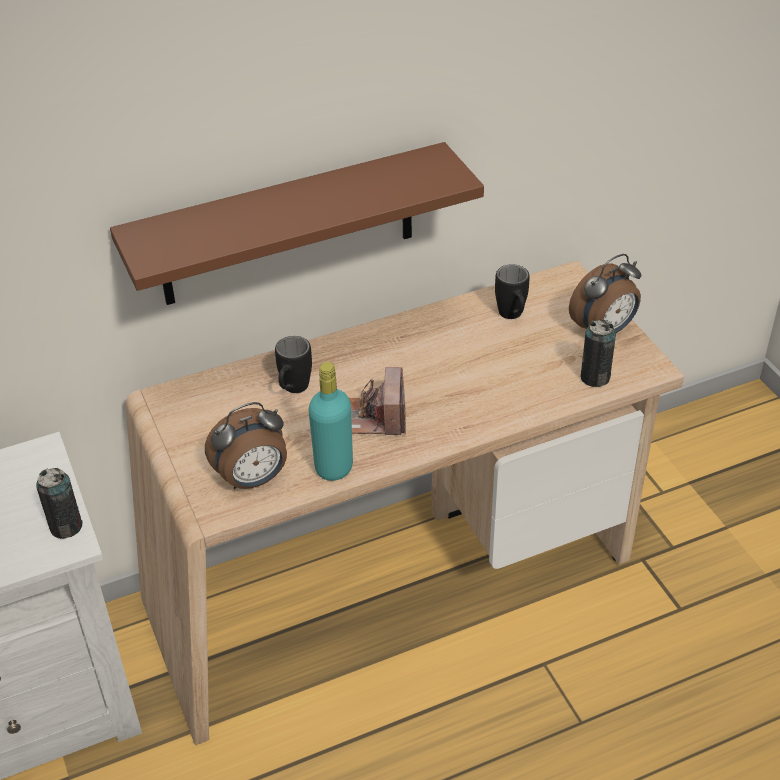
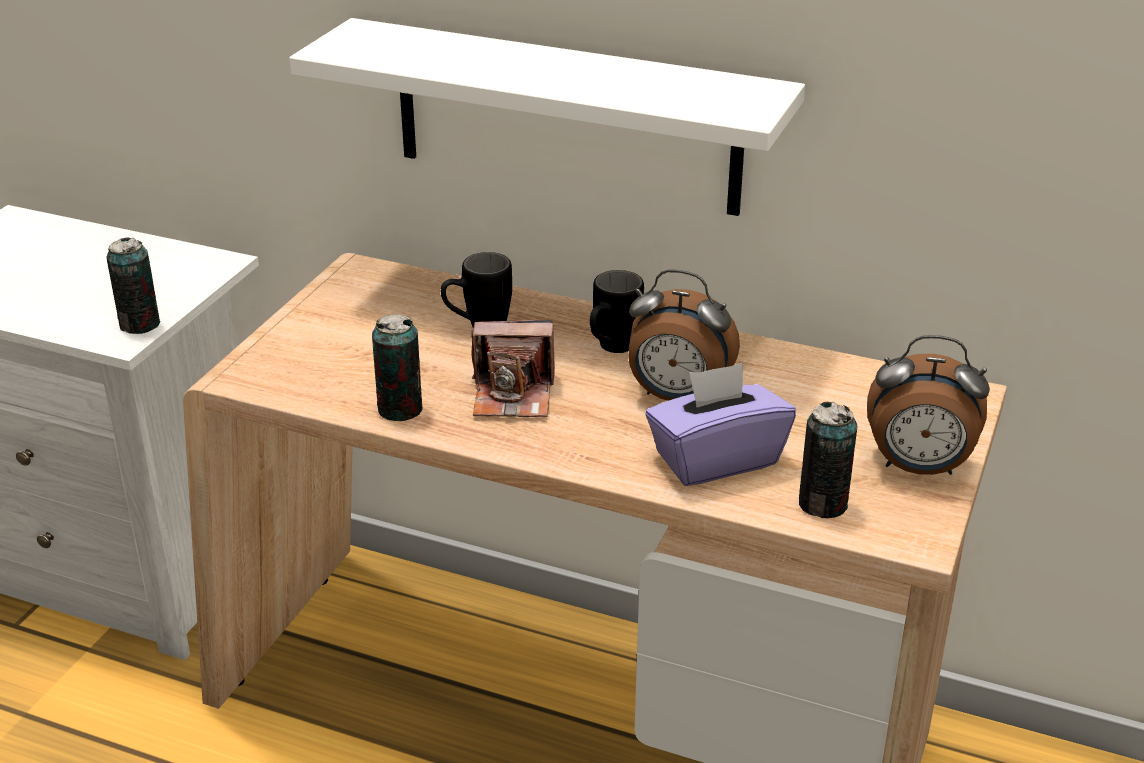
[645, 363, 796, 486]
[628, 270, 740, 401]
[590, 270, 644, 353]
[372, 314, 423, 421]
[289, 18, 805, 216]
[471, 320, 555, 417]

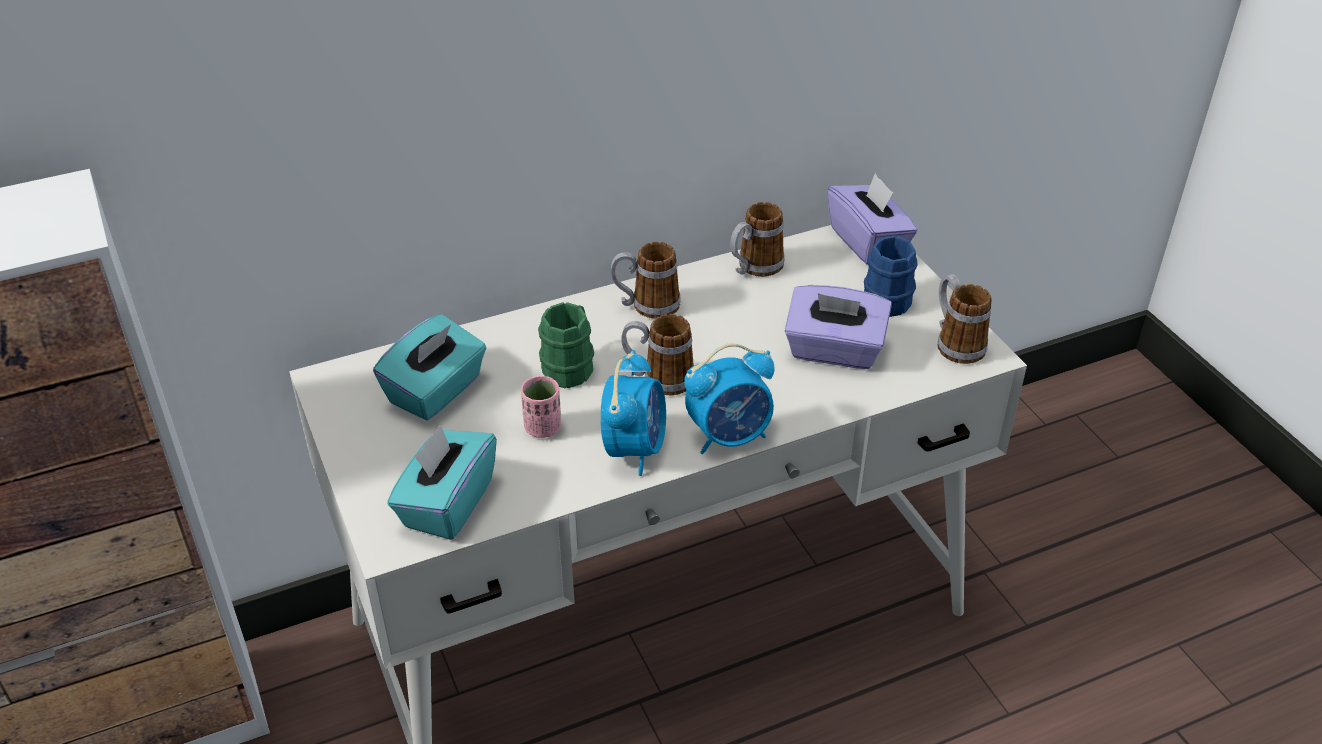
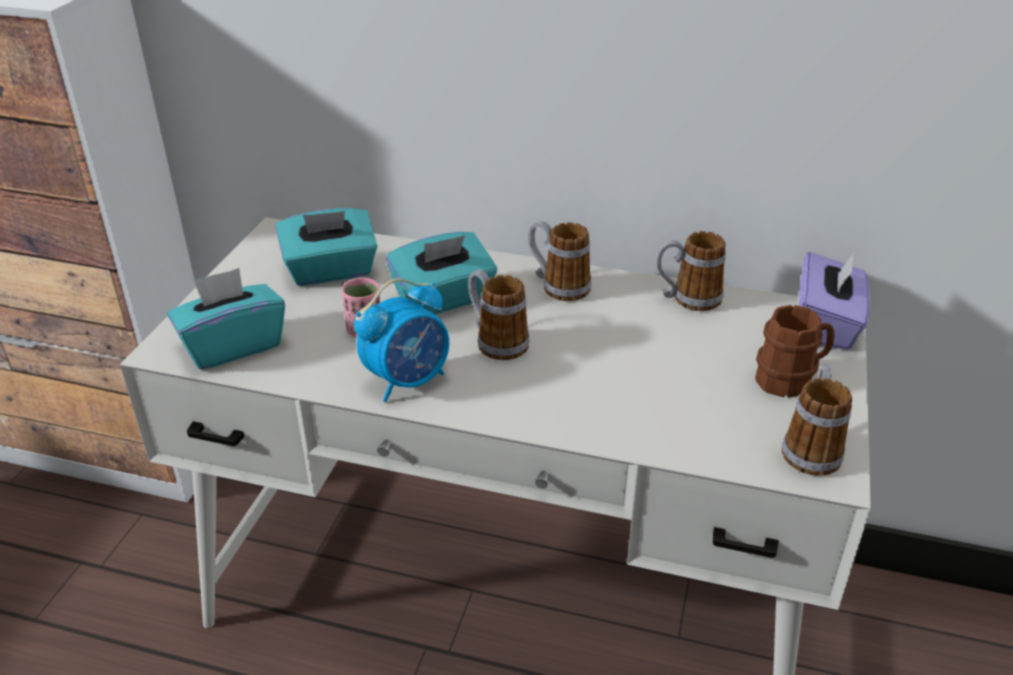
[684, 343, 775, 454] (first image)
[785, 285, 892, 369] (first image)
[386, 232, 497, 315]
[755, 305, 834, 398]

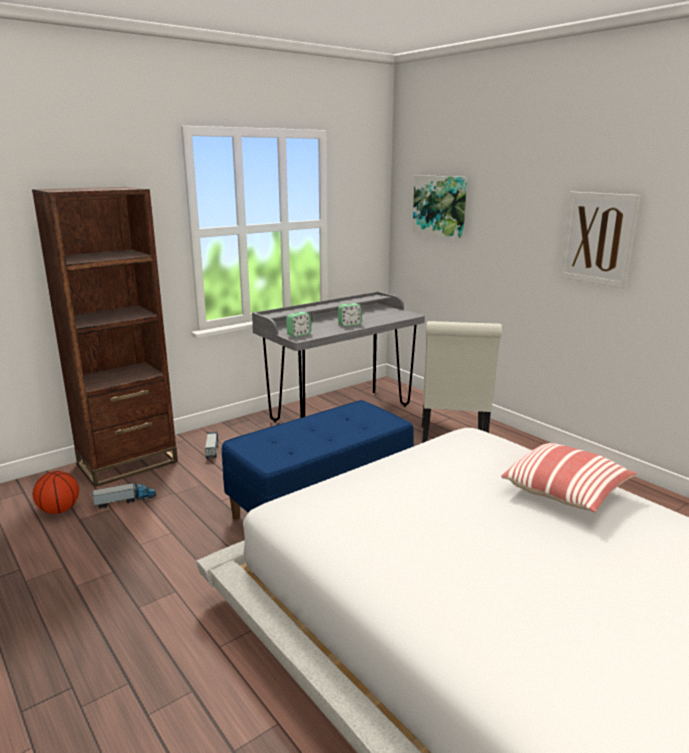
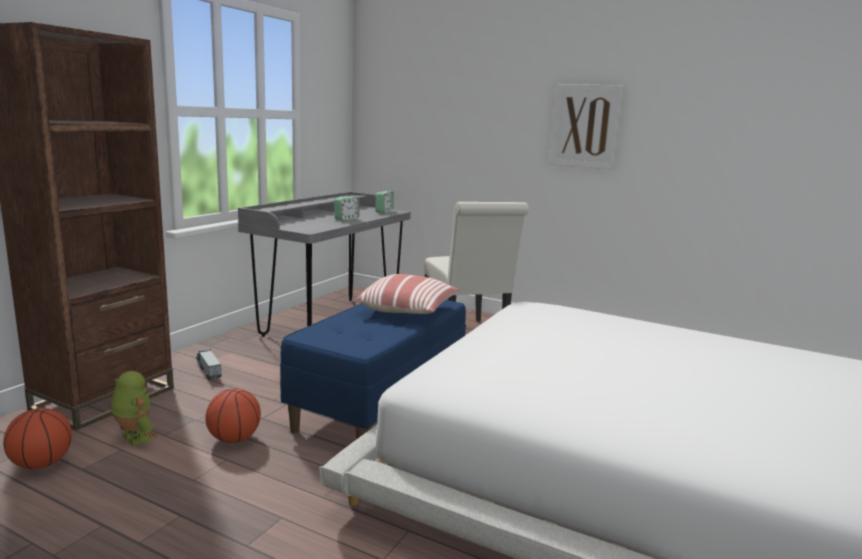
[412, 175, 467, 238] (first image)
[205, 388, 261, 443]
[375, 191, 394, 213]
[355, 274, 461, 314]
[111, 371, 158, 446]

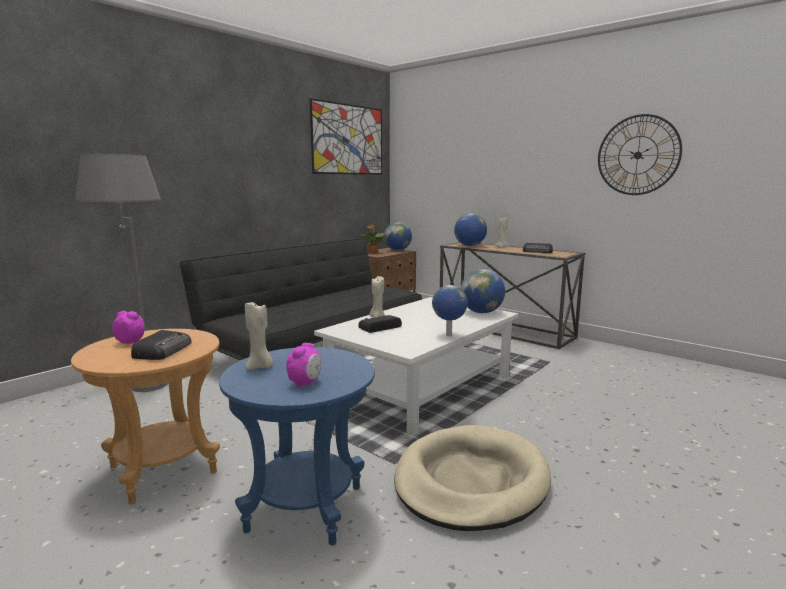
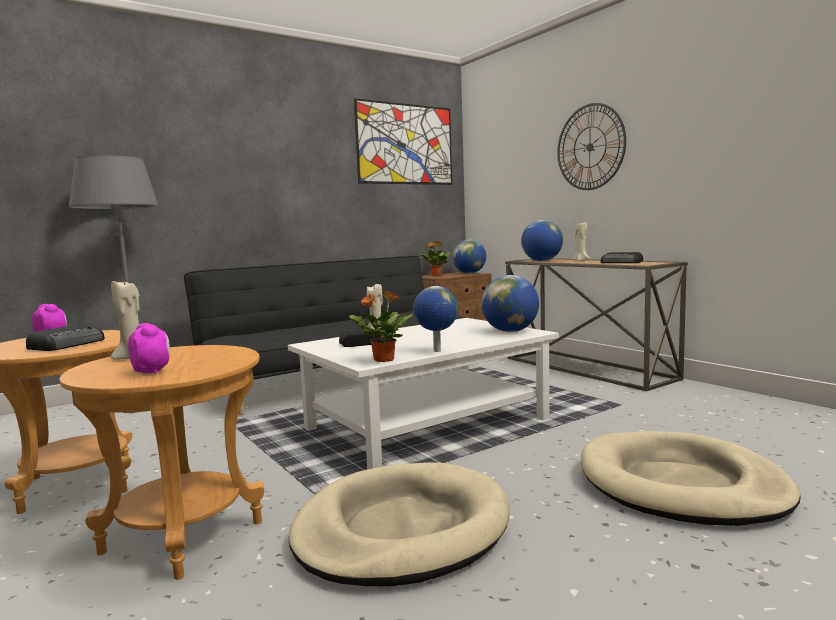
[349, 291, 414, 362]
[581, 431, 801, 526]
[557, 103, 626, 190]
[59, 345, 264, 580]
[128, 323, 170, 374]

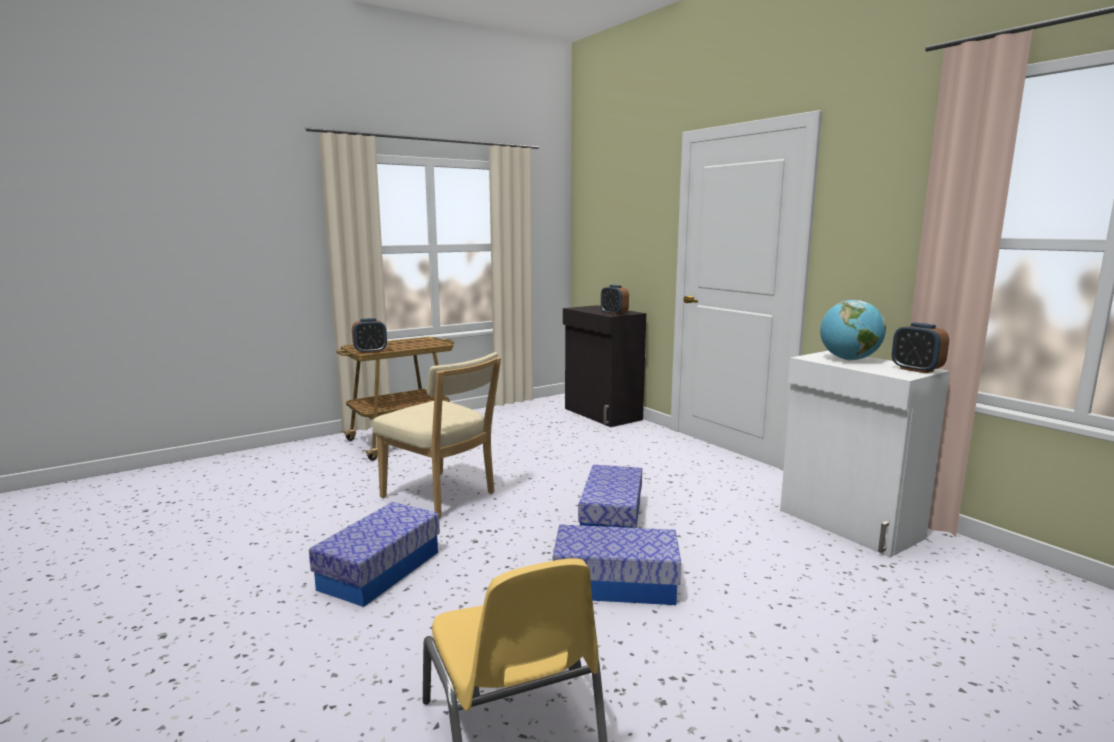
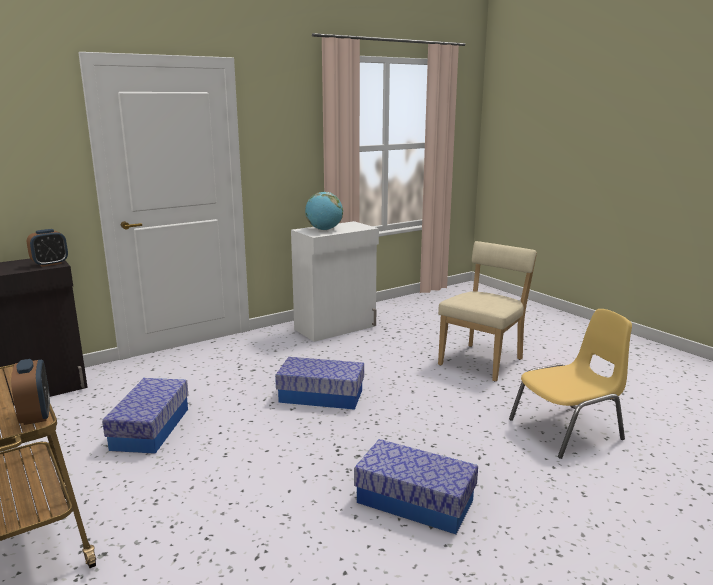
[892, 323, 949, 373] (first image)
[438, 241, 537, 382]
[102, 378, 188, 454]

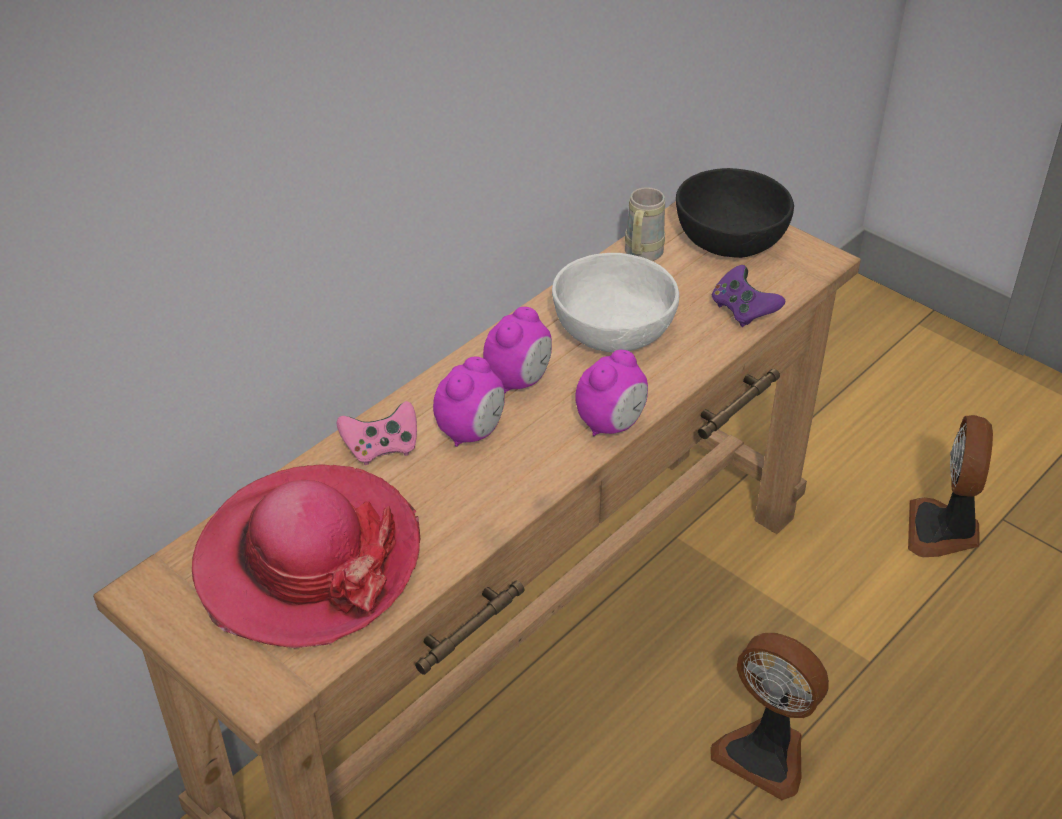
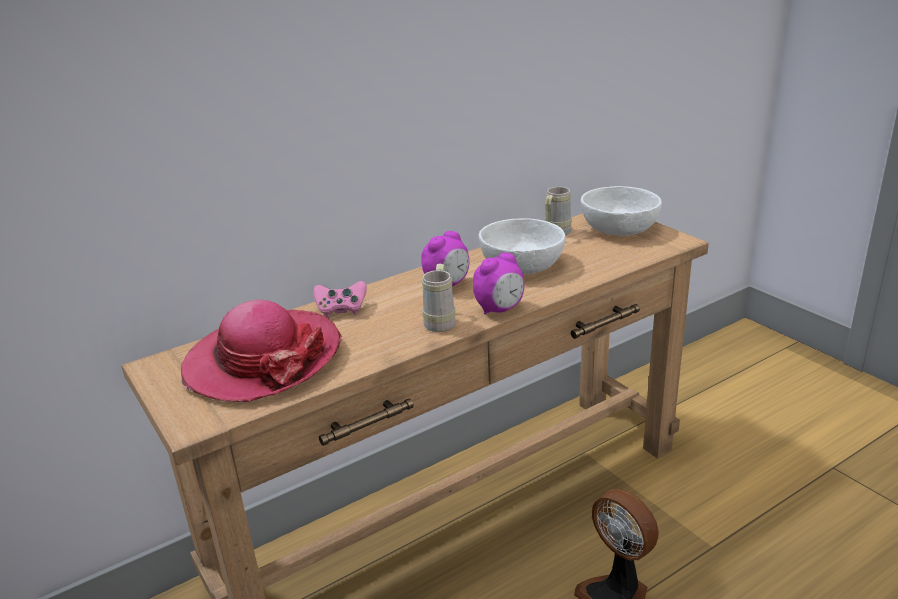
[433, 357, 505, 447] (first image)
[712, 265, 785, 327] (first image)
[908, 415, 993, 557] (first image)
[422, 263, 456, 332]
[581, 186, 662, 236]

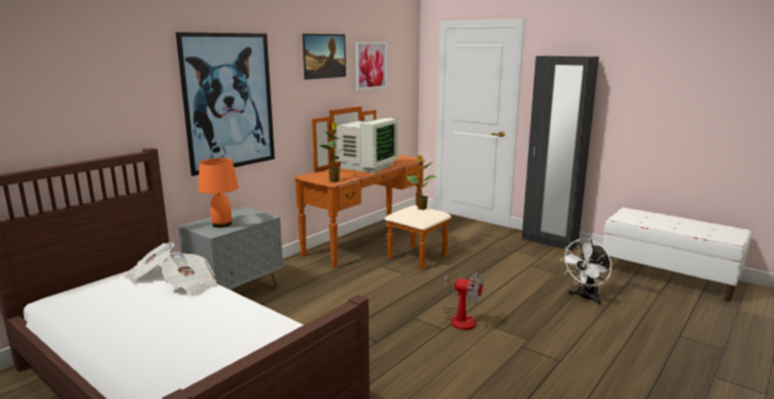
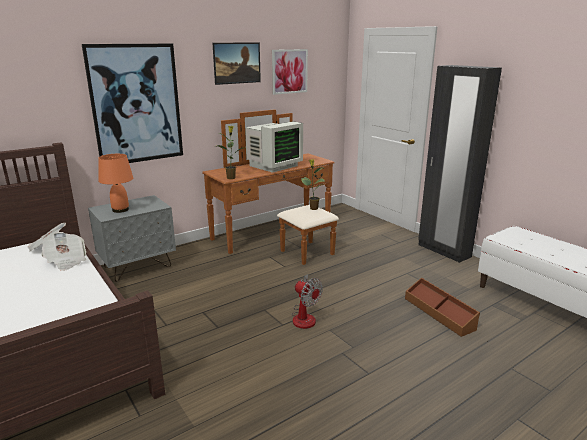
[405, 278, 480, 337]

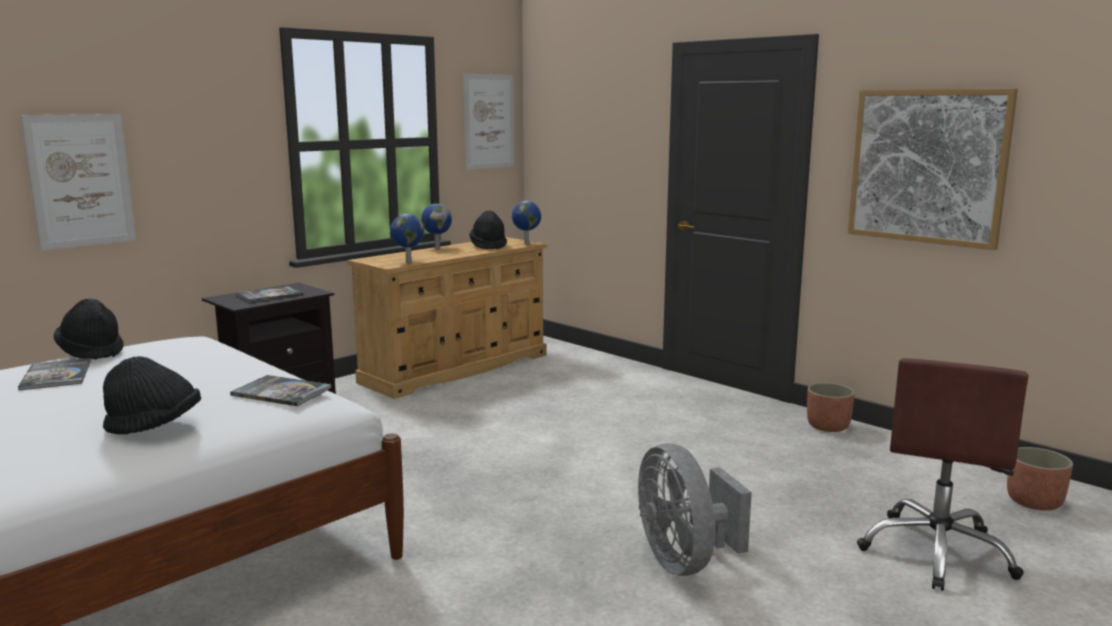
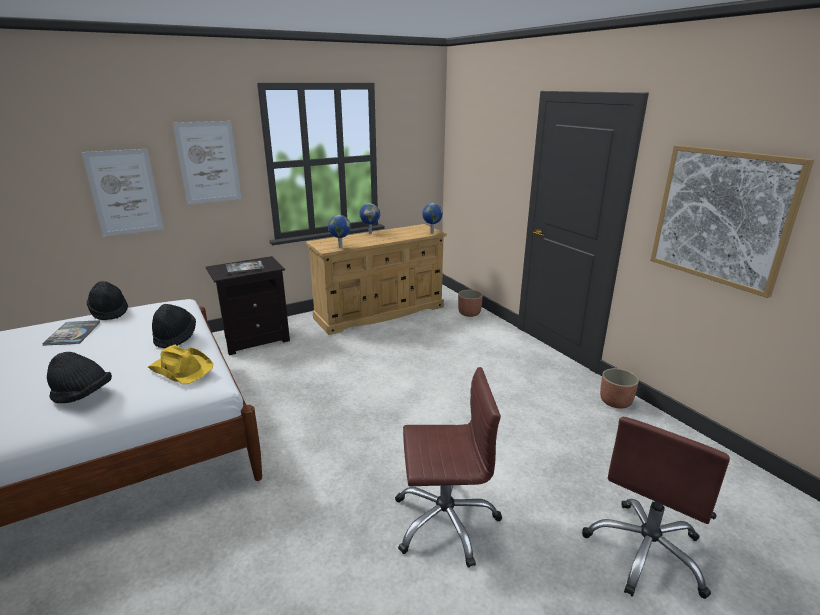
[173, 121, 242, 204]
[152, 304, 196, 348]
[458, 290, 483, 317]
[148, 345, 213, 384]
[395, 367, 502, 568]

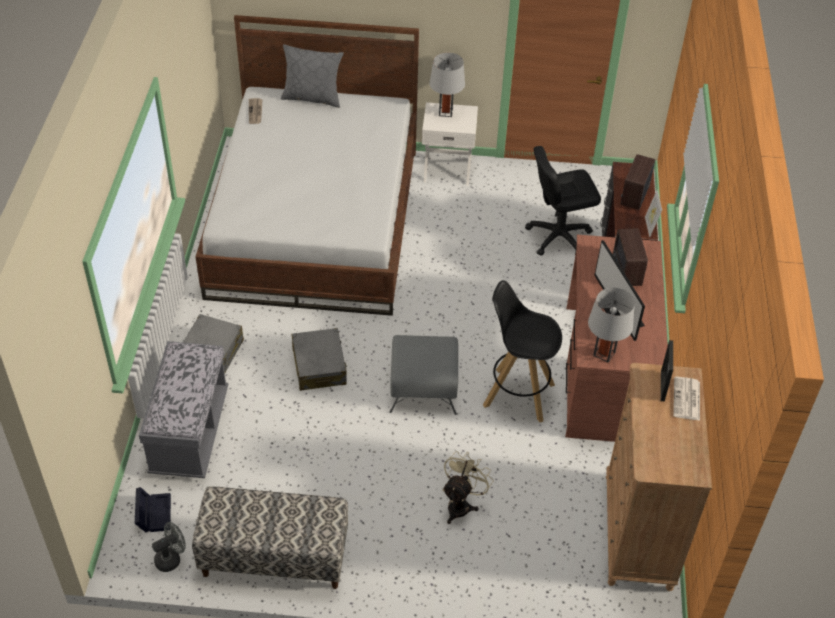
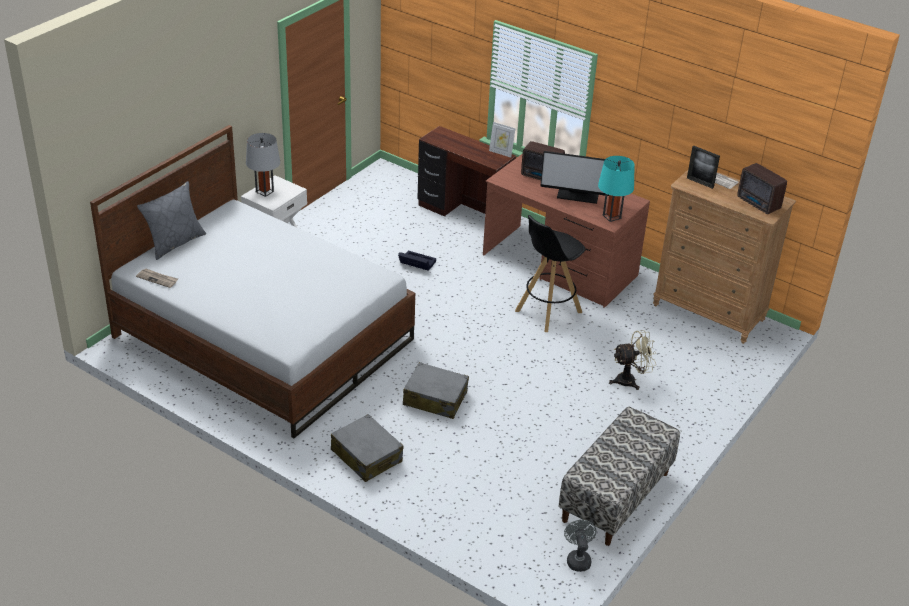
[139, 341, 228, 478] (first image)
[389, 335, 458, 415] (first image)
[525, 146, 601, 256] (first image)
[398, 250, 436, 271]
[737, 163, 787, 214]
[598, 156, 635, 222]
[609, 330, 657, 390]

